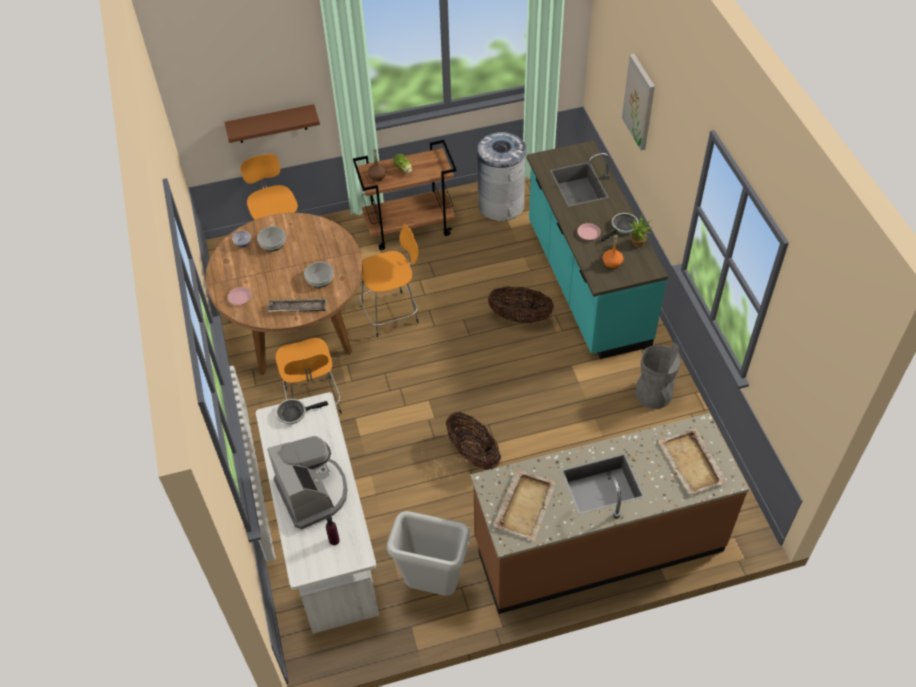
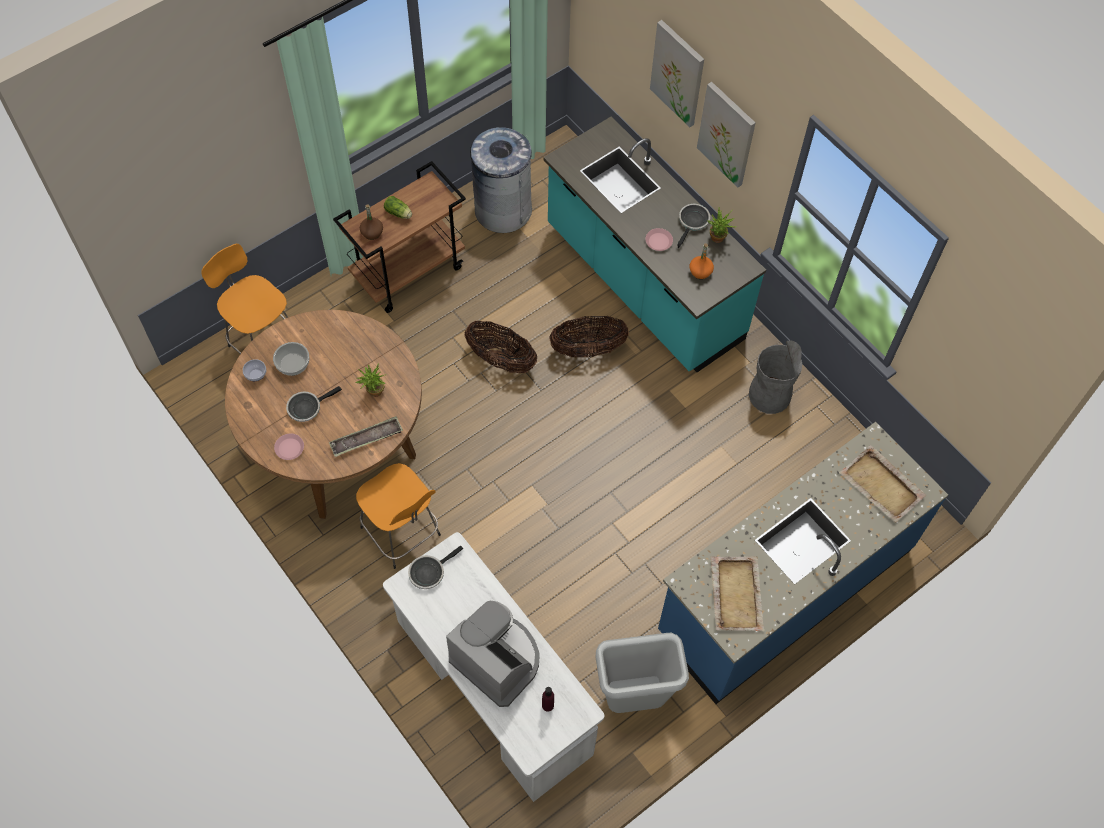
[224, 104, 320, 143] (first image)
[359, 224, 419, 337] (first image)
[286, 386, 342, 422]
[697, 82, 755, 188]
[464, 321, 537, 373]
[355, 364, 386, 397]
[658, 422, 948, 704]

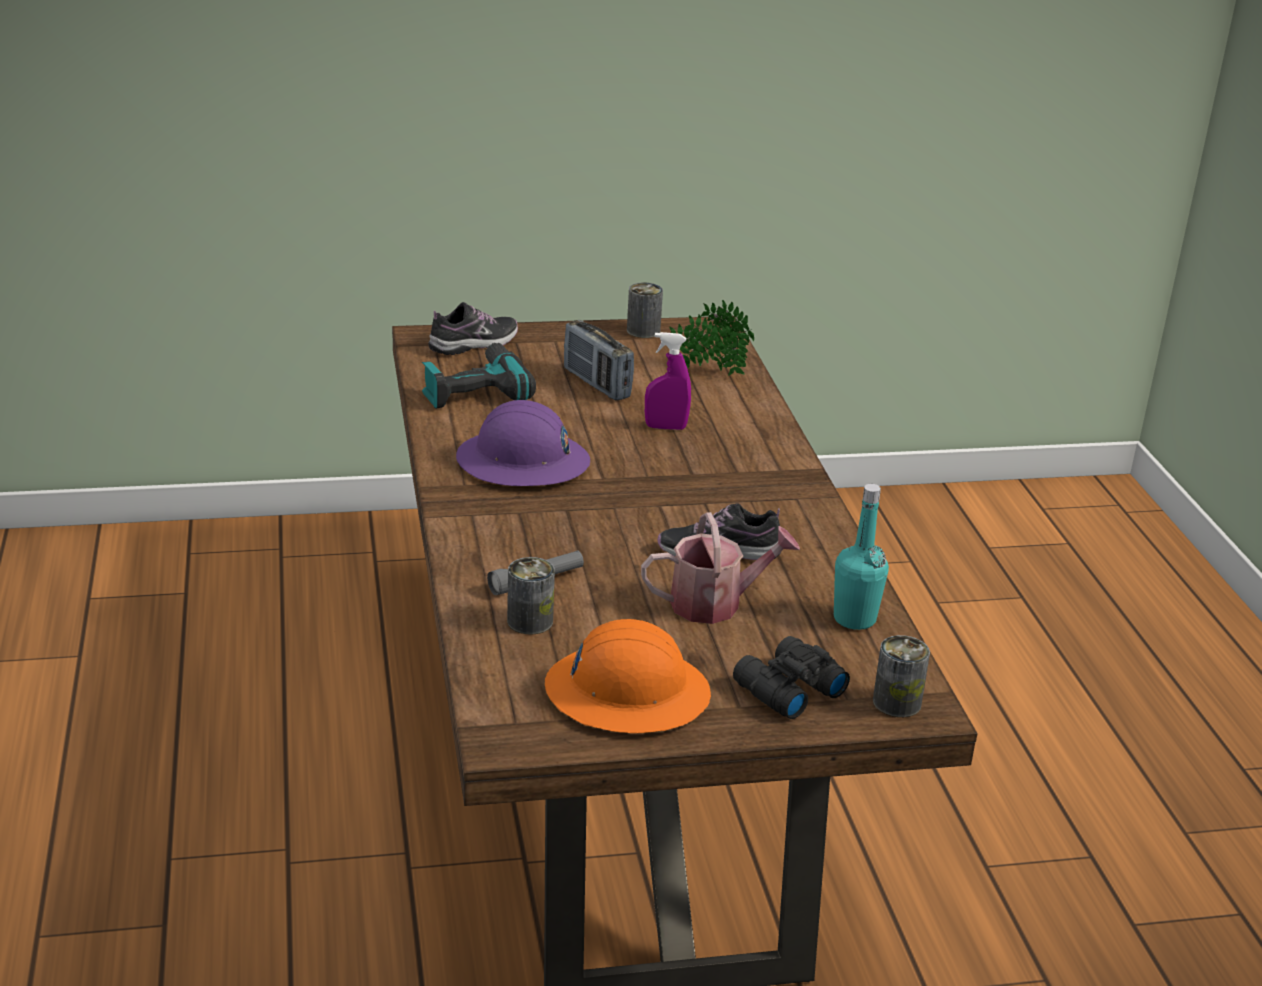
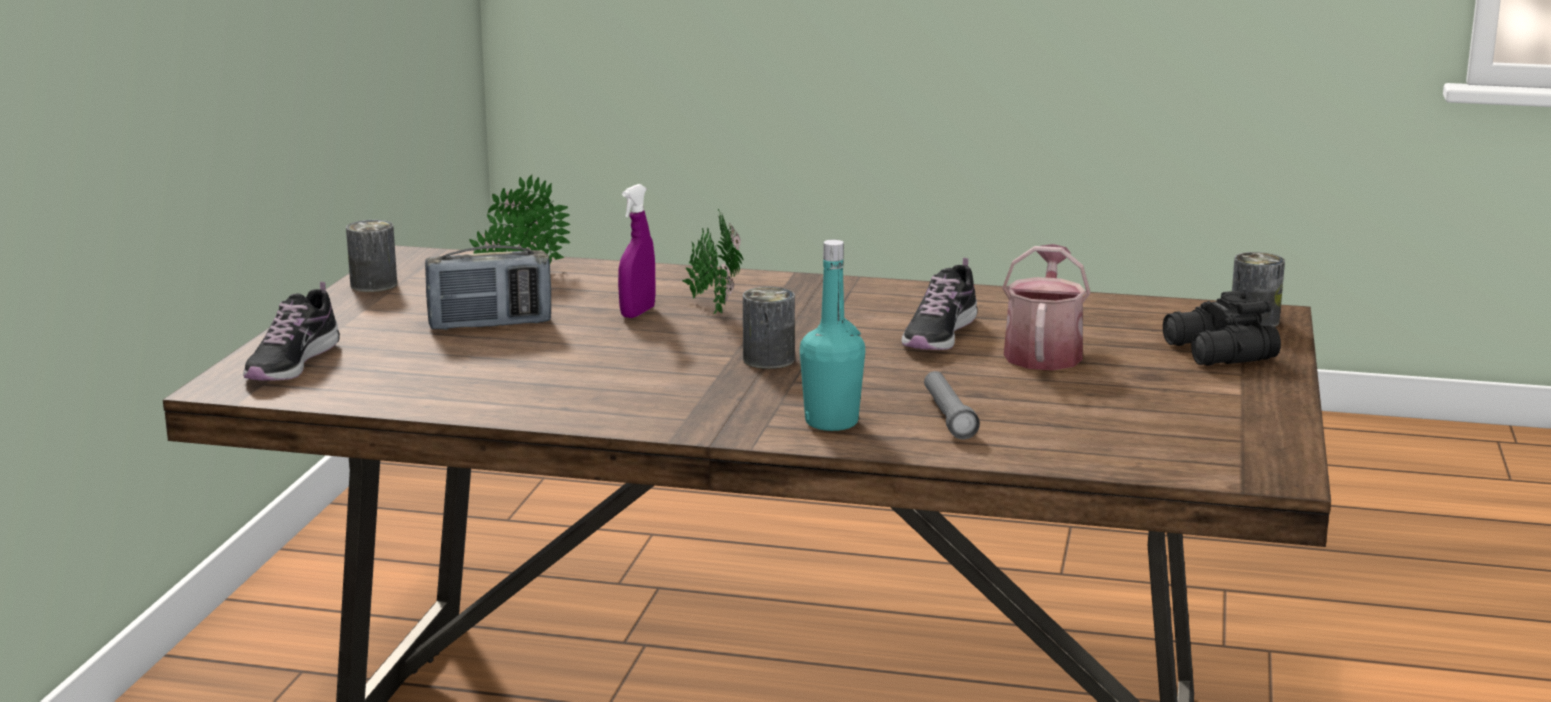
[422, 343, 536, 409] (first image)
[456, 400, 590, 486] (first image)
[545, 619, 711, 733] (first image)
[682, 209, 743, 314]
[743, 287, 795, 369]
[800, 240, 865, 431]
[243, 282, 340, 381]

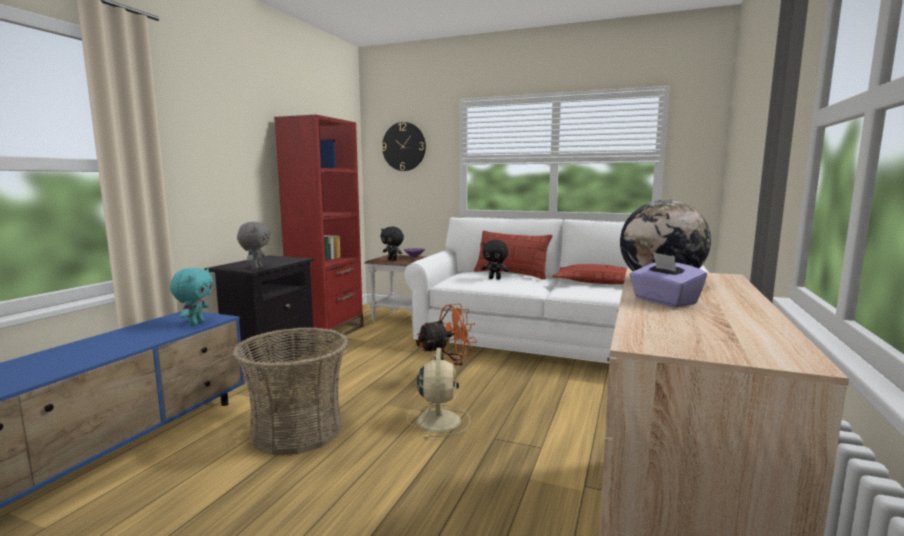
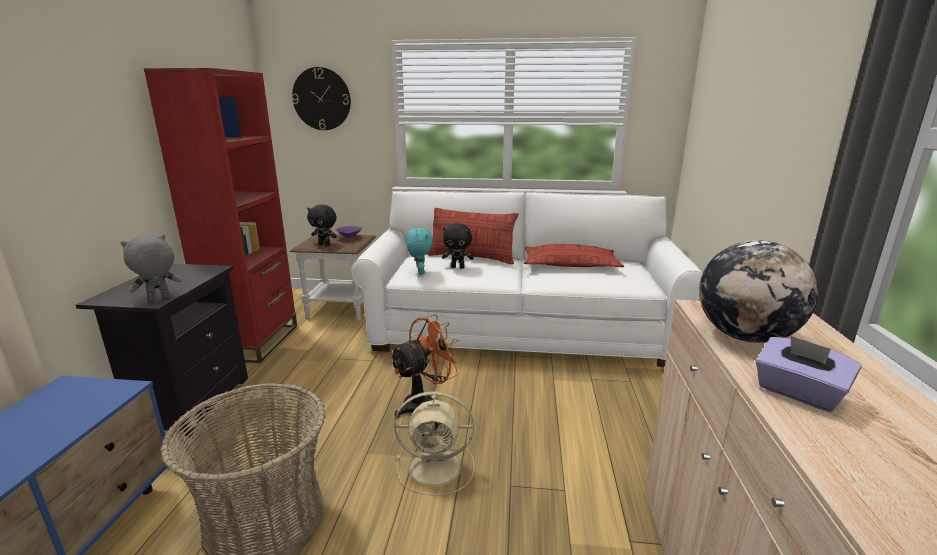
[406, 227, 433, 275]
[121, 235, 182, 302]
[394, 391, 475, 496]

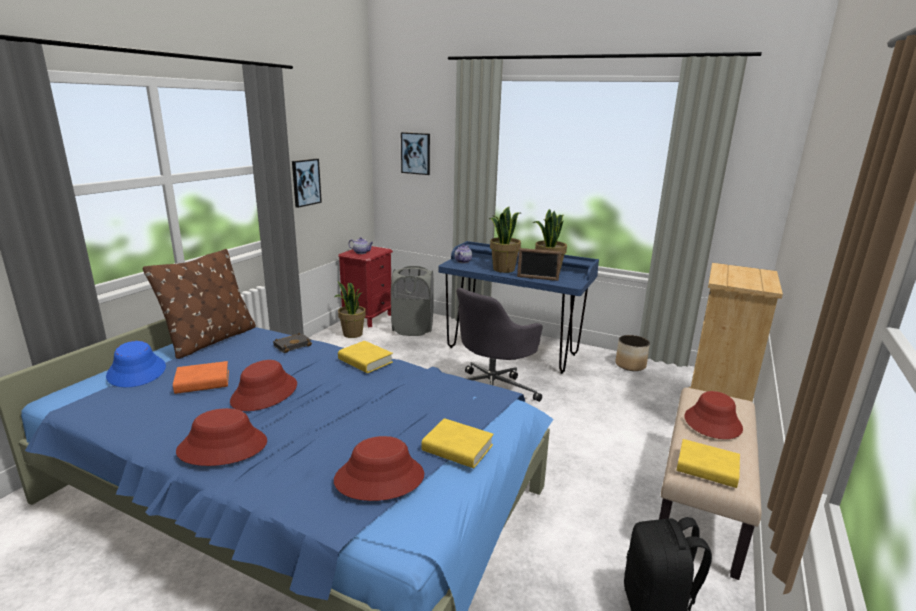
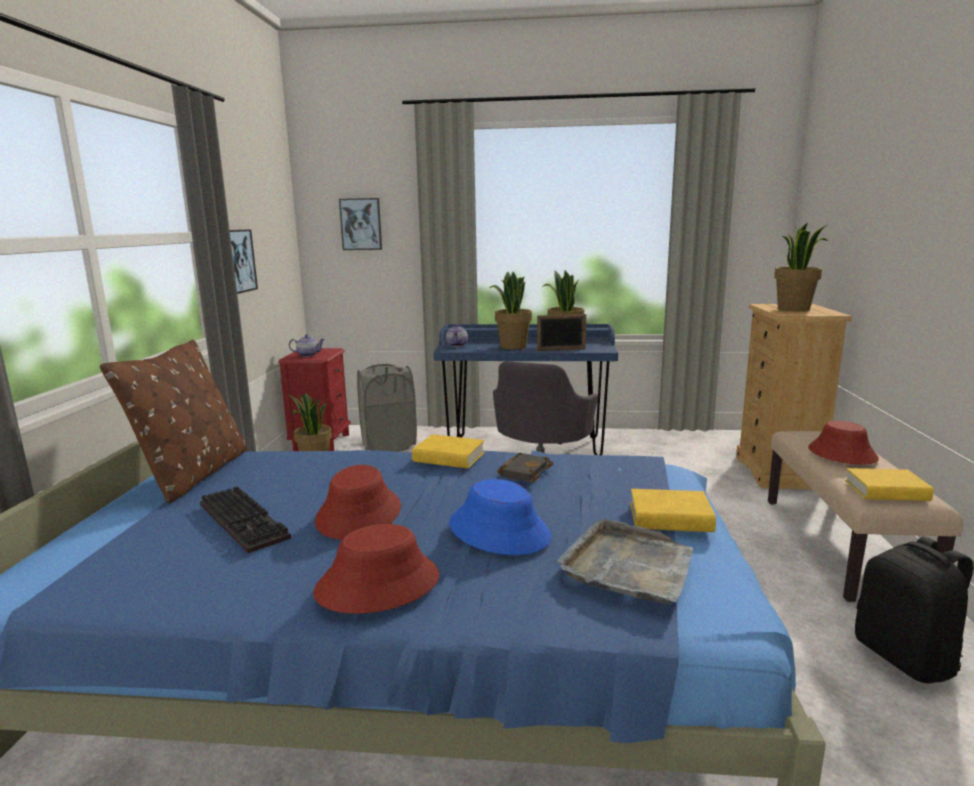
[615, 335, 650, 371] (first image)
[774, 222, 828, 311]
[449, 479, 551, 555]
[497, 453, 554, 482]
[200, 486, 291, 553]
[557, 519, 693, 605]

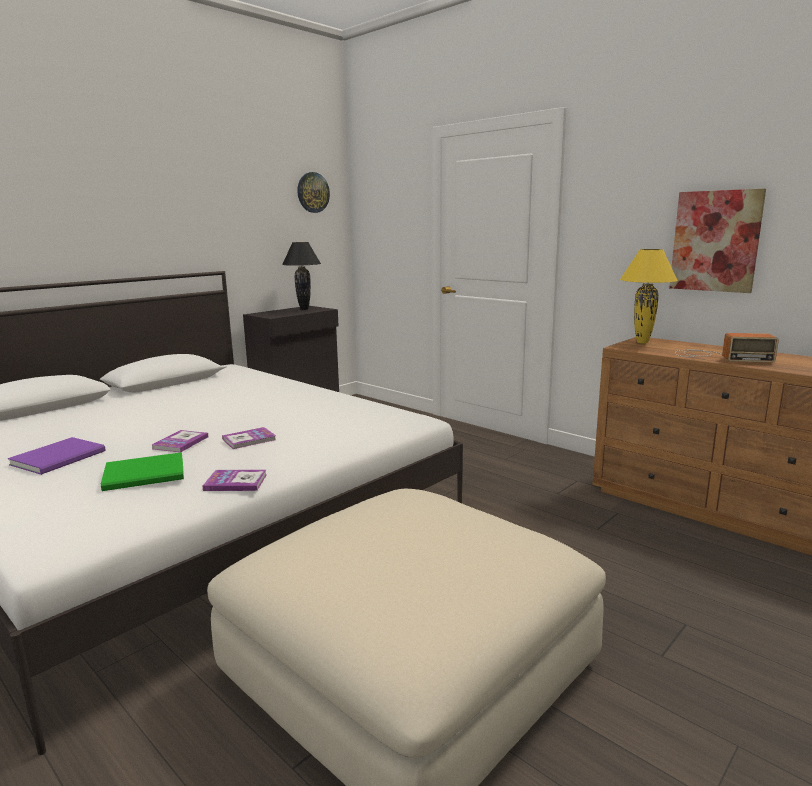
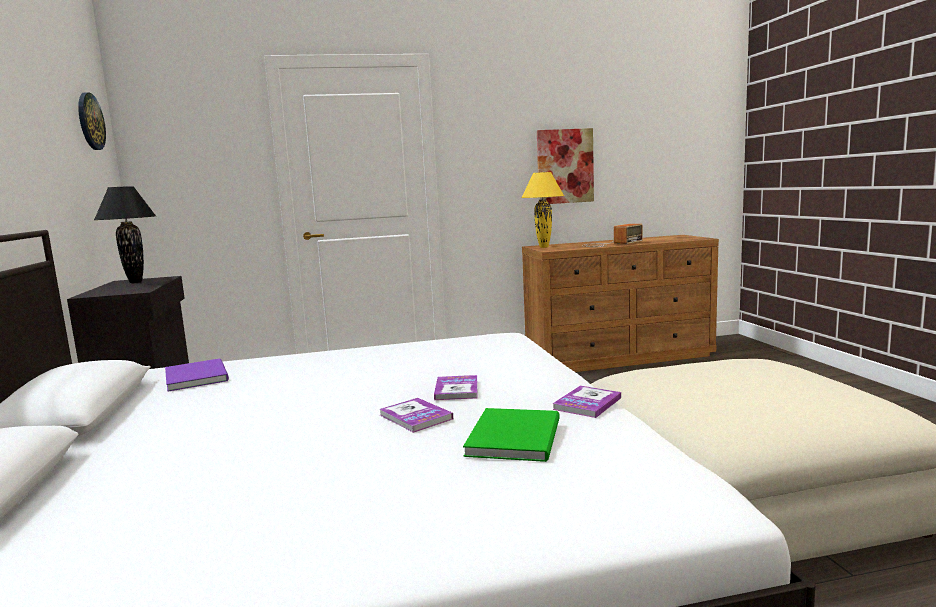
[165, 358, 229, 392]

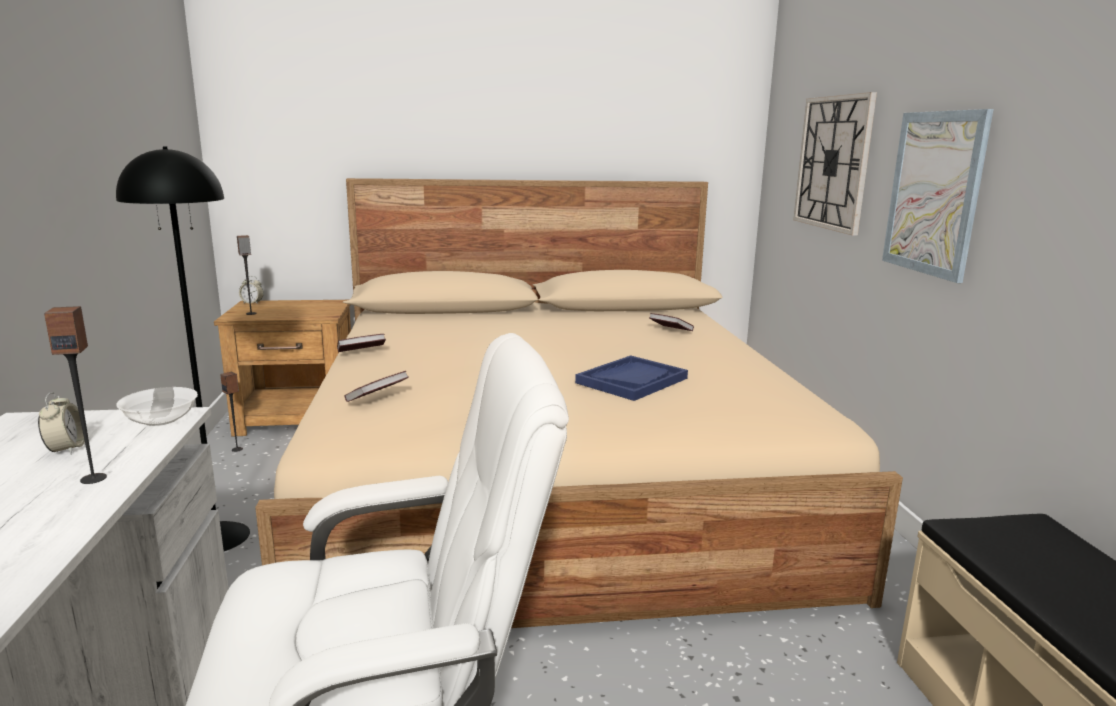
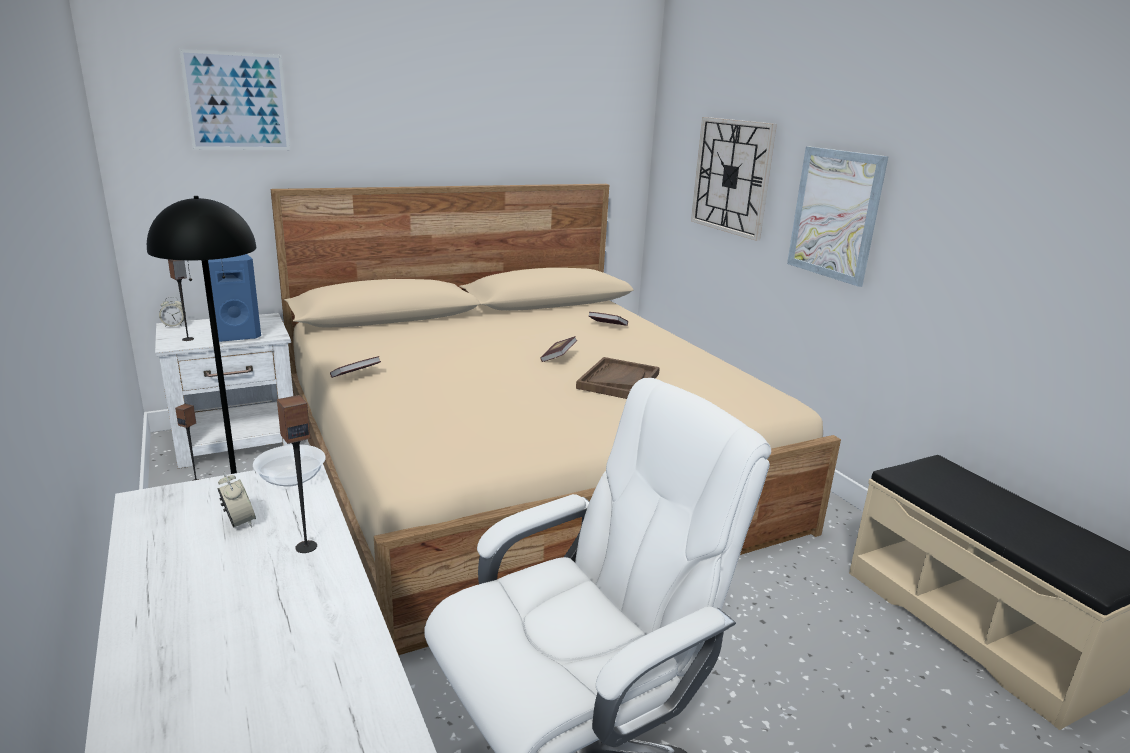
[179, 49, 290, 150]
[208, 254, 261, 342]
[541, 336, 577, 362]
[155, 313, 293, 469]
[576, 357, 660, 399]

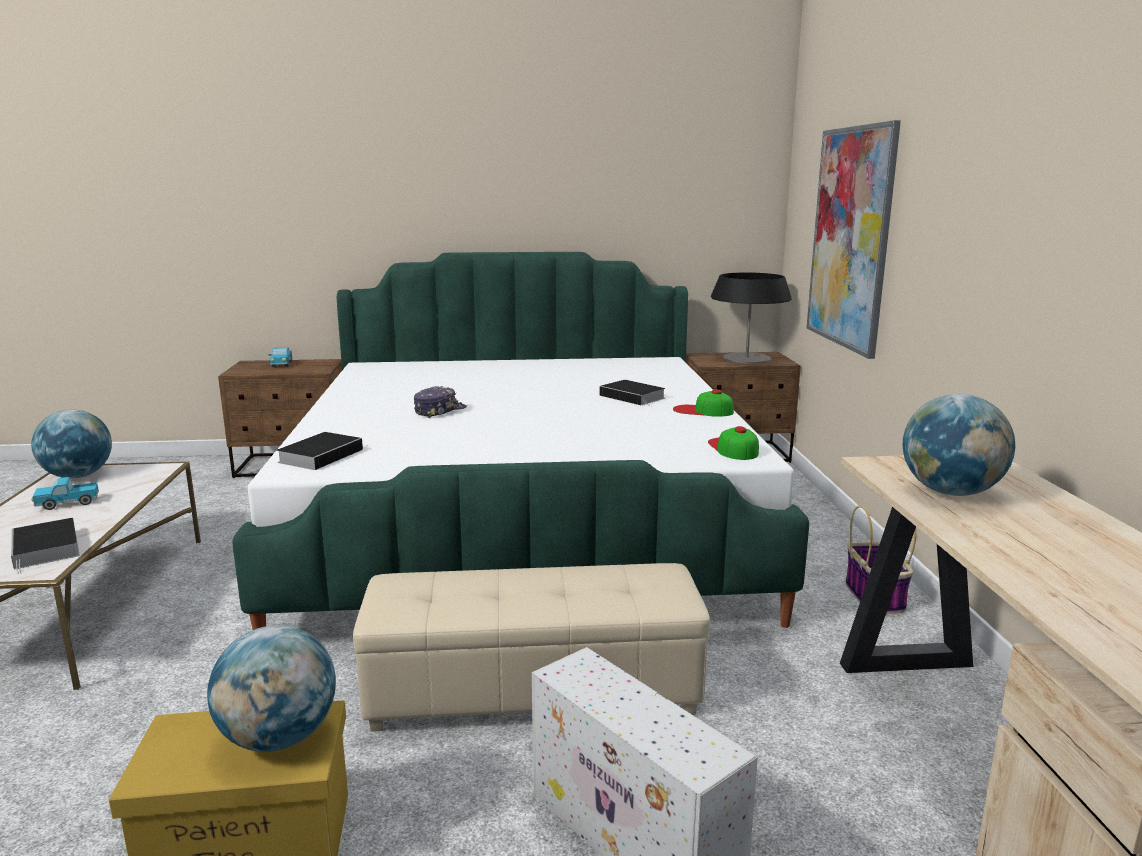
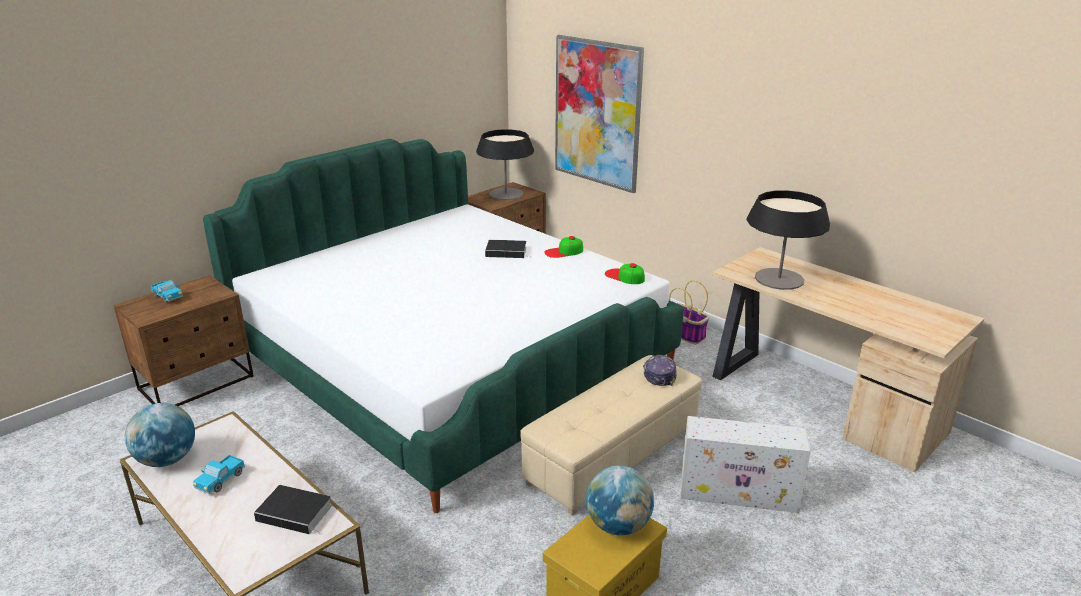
[276, 432, 369, 470] (first image)
[643, 355, 677, 386]
[747, 190, 830, 290]

